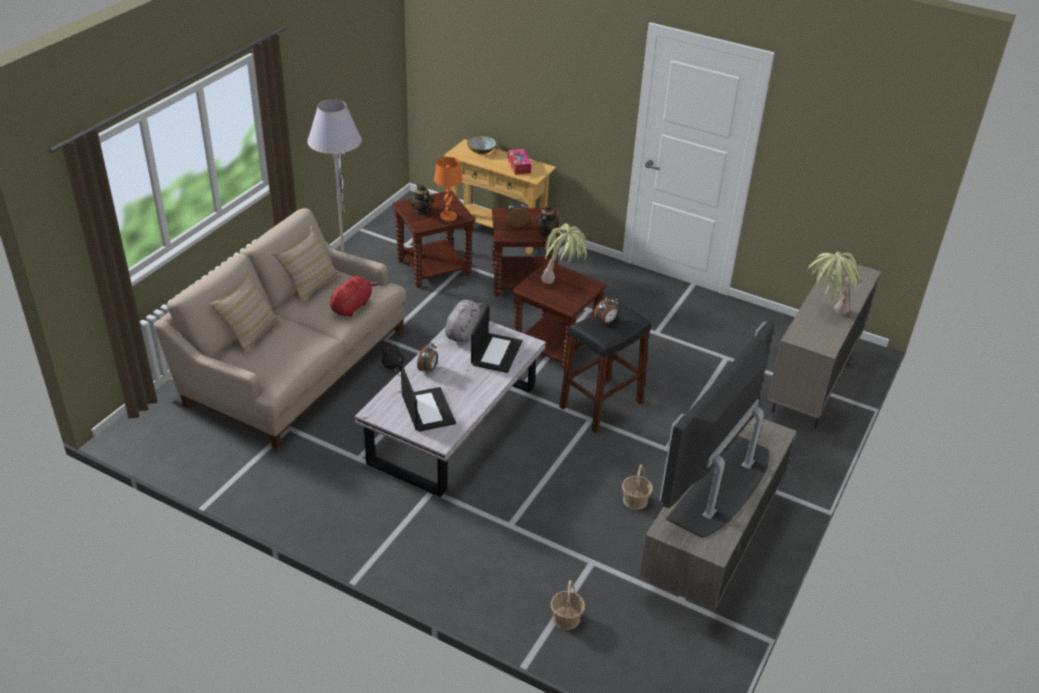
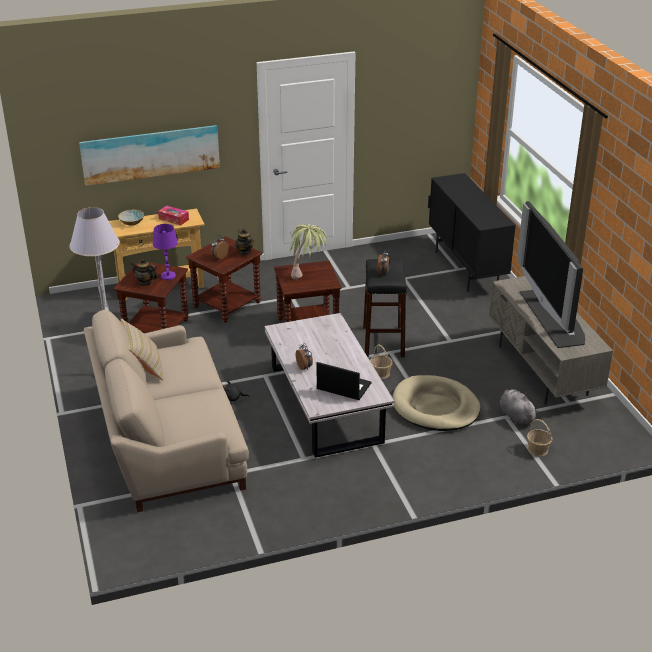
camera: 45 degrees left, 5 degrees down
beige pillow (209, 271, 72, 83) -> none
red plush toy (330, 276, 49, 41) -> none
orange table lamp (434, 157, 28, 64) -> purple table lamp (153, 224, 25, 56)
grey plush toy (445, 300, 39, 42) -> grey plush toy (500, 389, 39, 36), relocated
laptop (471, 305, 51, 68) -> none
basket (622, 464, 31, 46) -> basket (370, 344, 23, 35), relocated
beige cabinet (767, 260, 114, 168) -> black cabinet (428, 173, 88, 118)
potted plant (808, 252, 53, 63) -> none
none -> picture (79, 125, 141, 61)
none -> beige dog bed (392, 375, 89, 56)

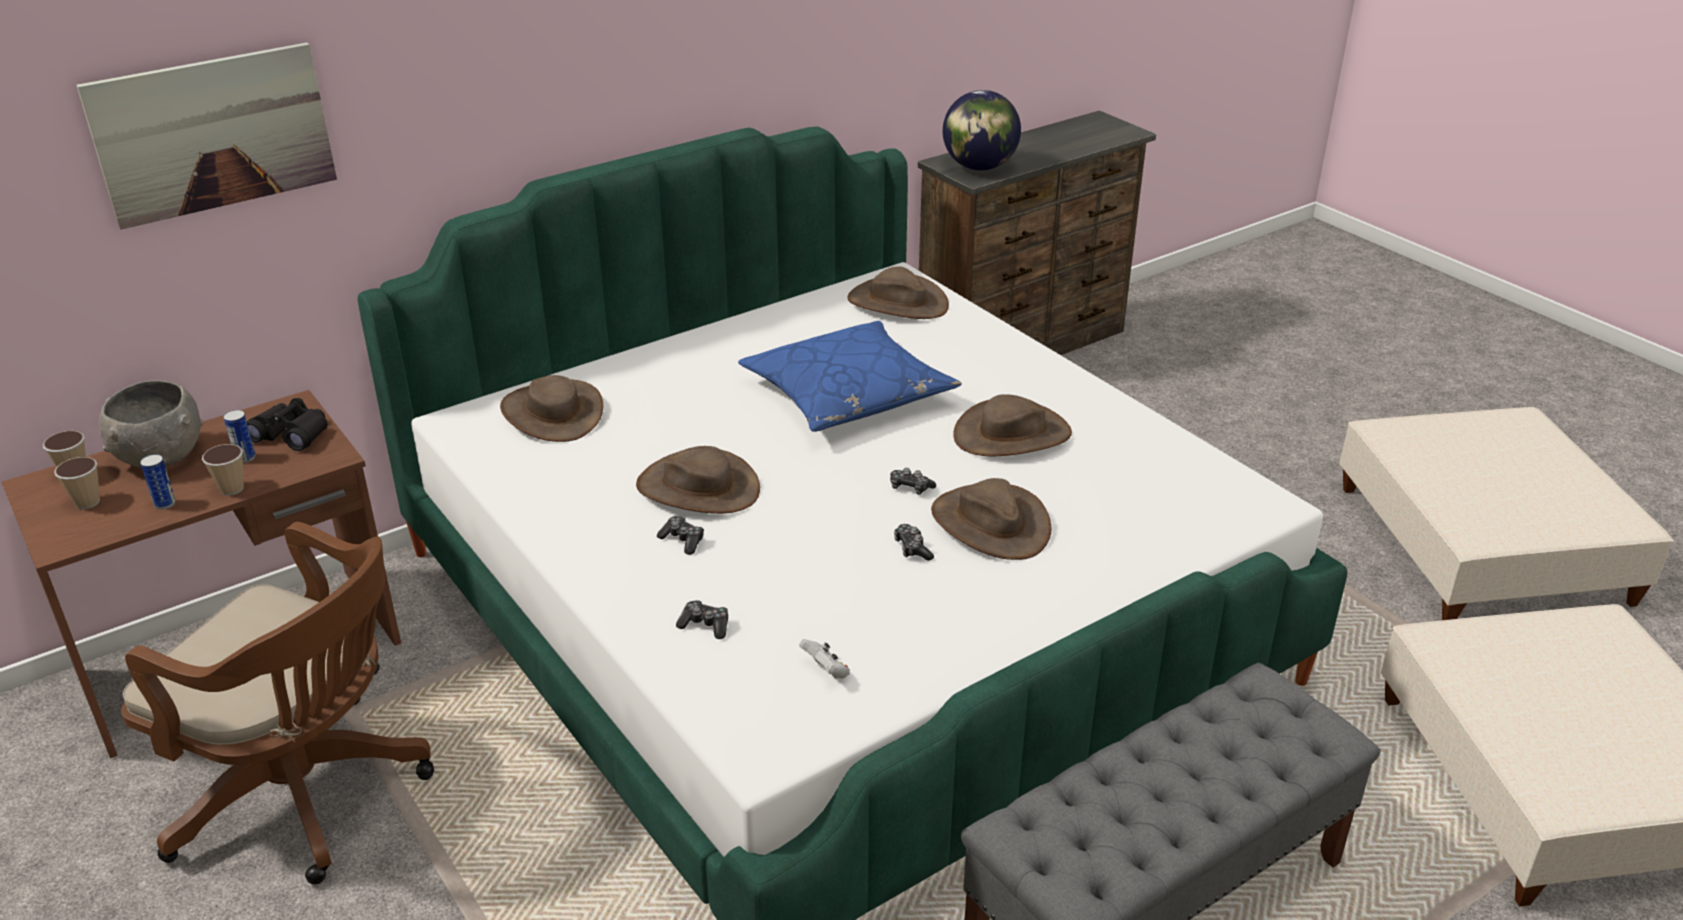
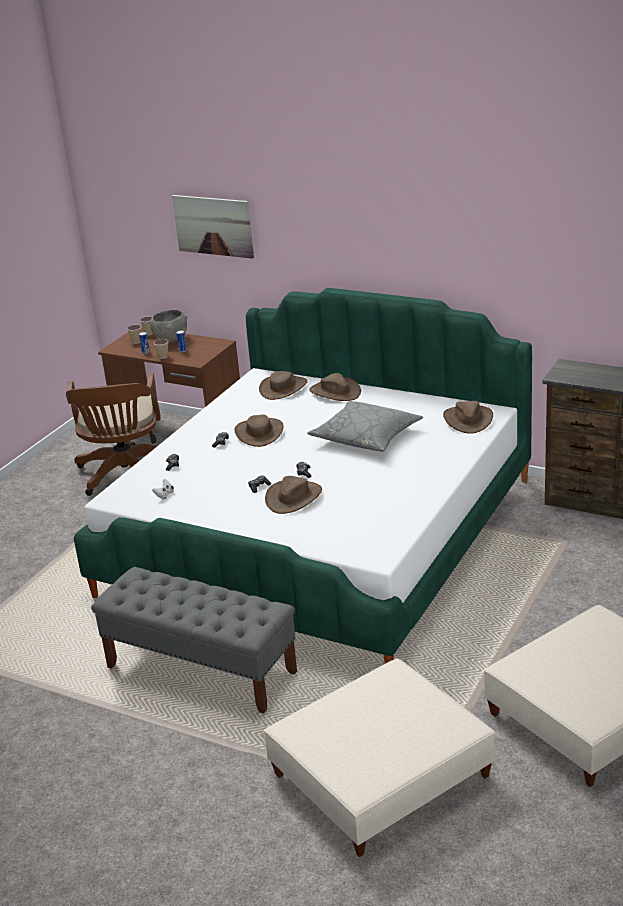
camera: 65 degrees right, 5 degrees down
black binoculars (247, 398, 80, 53) -> none
blue pillow (738, 321, 224, 111) -> grey pillow (307, 401, 116, 51)
globe (943, 90, 78, 81) -> none
brown hat (953, 394, 119, 62) -> brown hat (309, 373, 52, 28), relocated

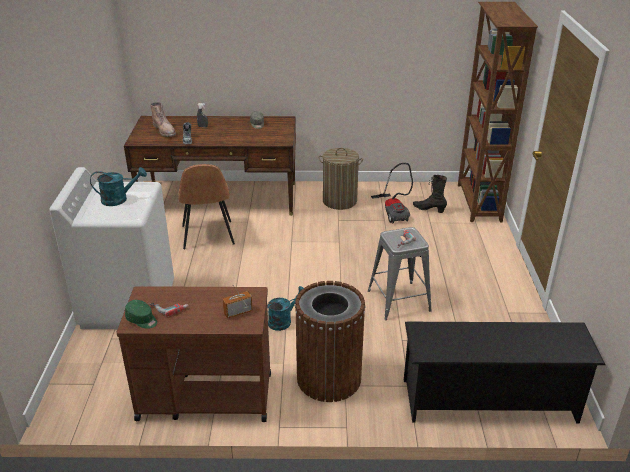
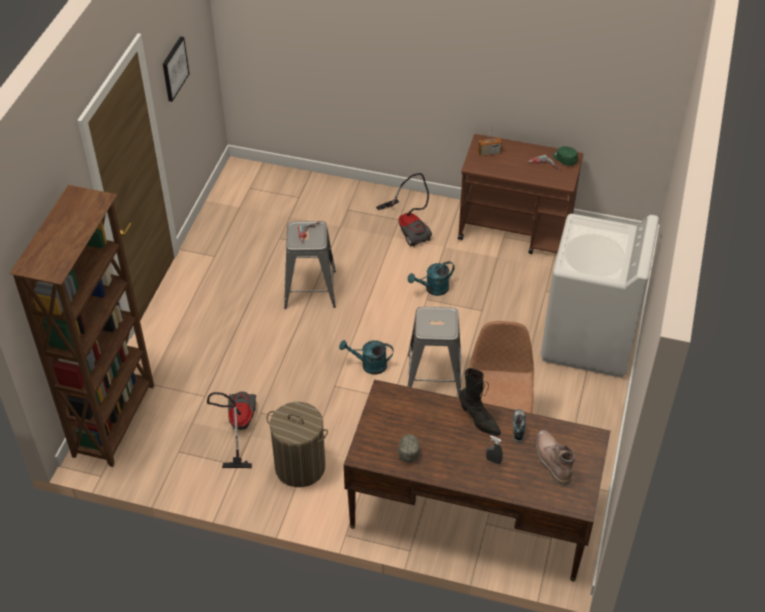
camera: 165 degrees left, 15 degrees up
turquoise watering can (90, 167, 57, 39) -> turquoise watering can (339, 340, 54, 35), relocated
brown trash can (295, 281, 70, 121) -> vacuum cleaner (376, 173, 56, 75)
black shoe rack (404, 322, 202, 102) -> none
black boot (413, 175, 34, 38) -> black boot (459, 368, 42, 68), relocated
none -> picture (163, 36, 26, 66)
none -> grey stool (408, 307, 54, 91)

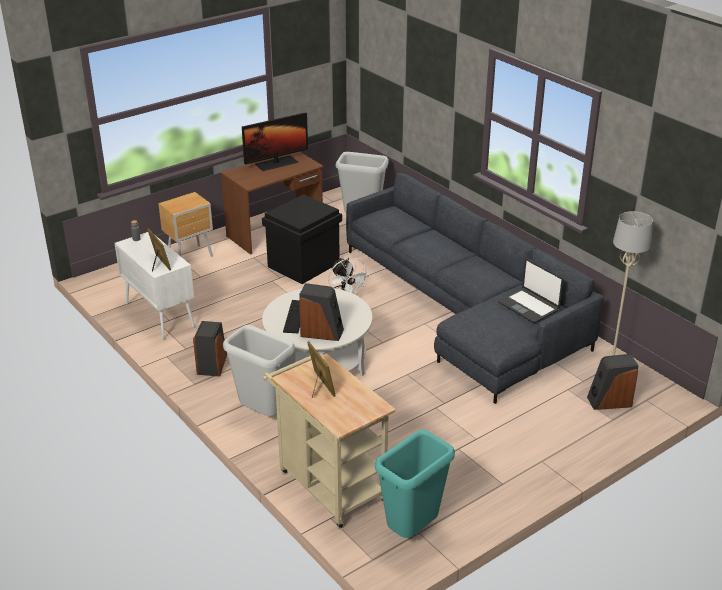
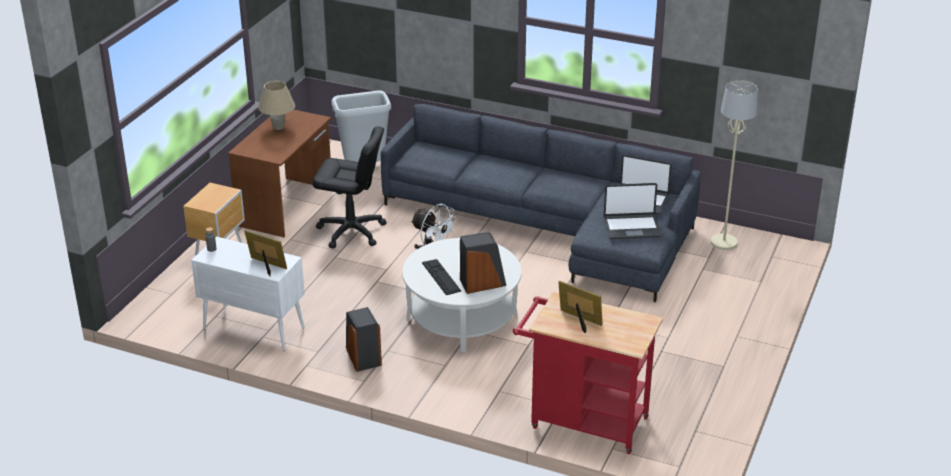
camera: 30 degrees left, 0 degrees up
grey trash can (223, 325, 72, 91) -> none
monitor (242, 112, 66, 59) -> beige table lamp (258, 81, 37, 49)
black storage box (262, 194, 80, 90) -> black office chair (312, 127, 75, 122)
beige cart (263, 353, 133, 176) -> red cart (513, 292, 150, 162)
turquoise trash can (375, 430, 80, 108) -> none
speaker (587, 354, 51, 56) -> none
none -> laptop (604, 183, 58, 56)

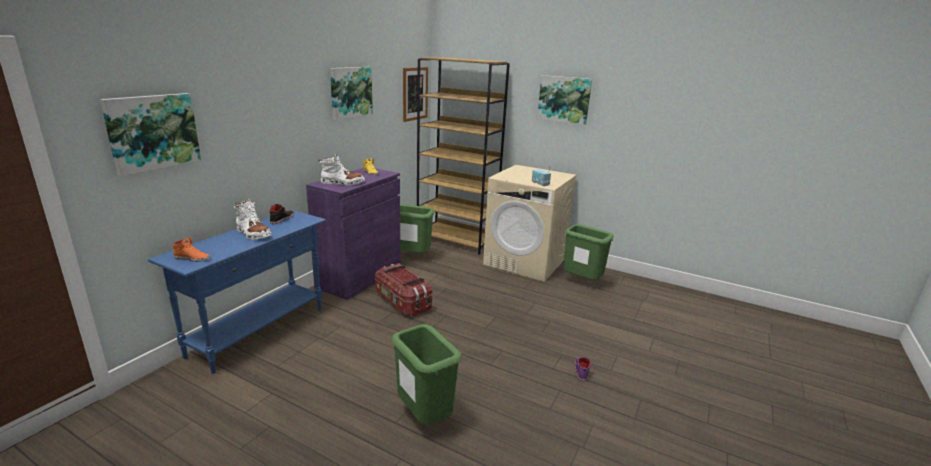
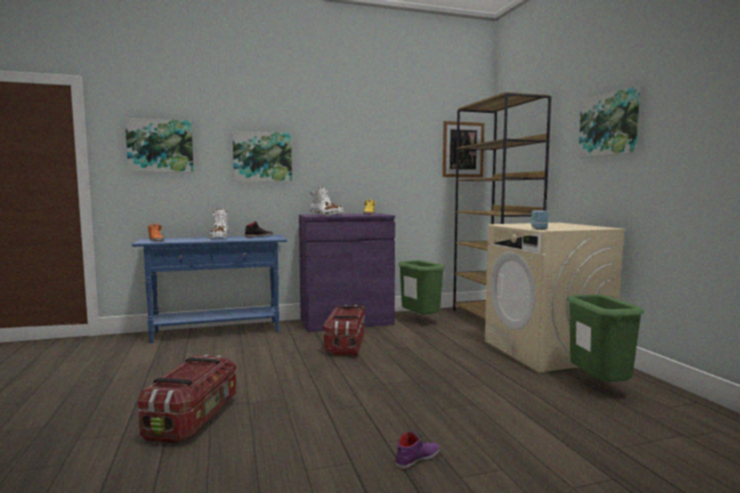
camera: 45 degrees right, 15 degrees down
picture (330, 67, 43, 53) -> picture (232, 131, 60, 51), relocated
green trash can (391, 324, 71, 101) -> storage box (138, 355, 98, 88)

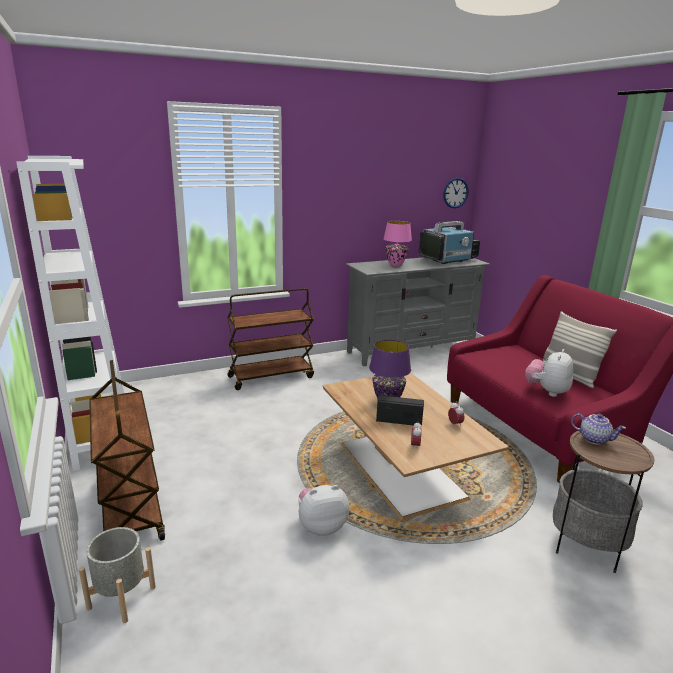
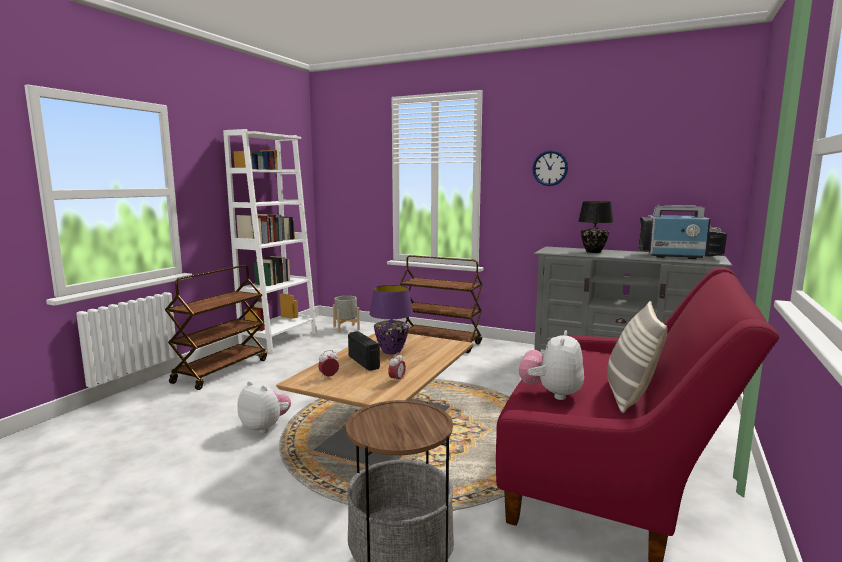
camera: 50 degrees right, 10 degrees down
grey planter (79, 527, 77, 96) -> grey planter (333, 296, 27, 37), relocated
pink table lamp (383, 221, 29, 45) -> black table lamp (578, 201, 35, 52)
wall clock (443, 178, 26, 30) -> wall clock (532, 150, 36, 36), relocated
plush toy (525, 349, 48, 48) -> plush toy (519, 331, 65, 69), 60 degrees counterclockwise
teapot (571, 413, 55, 31) -> none

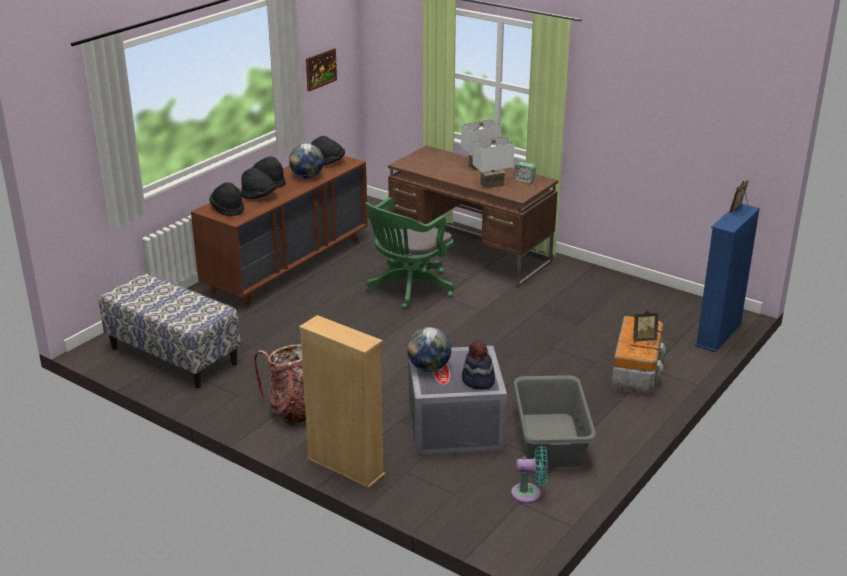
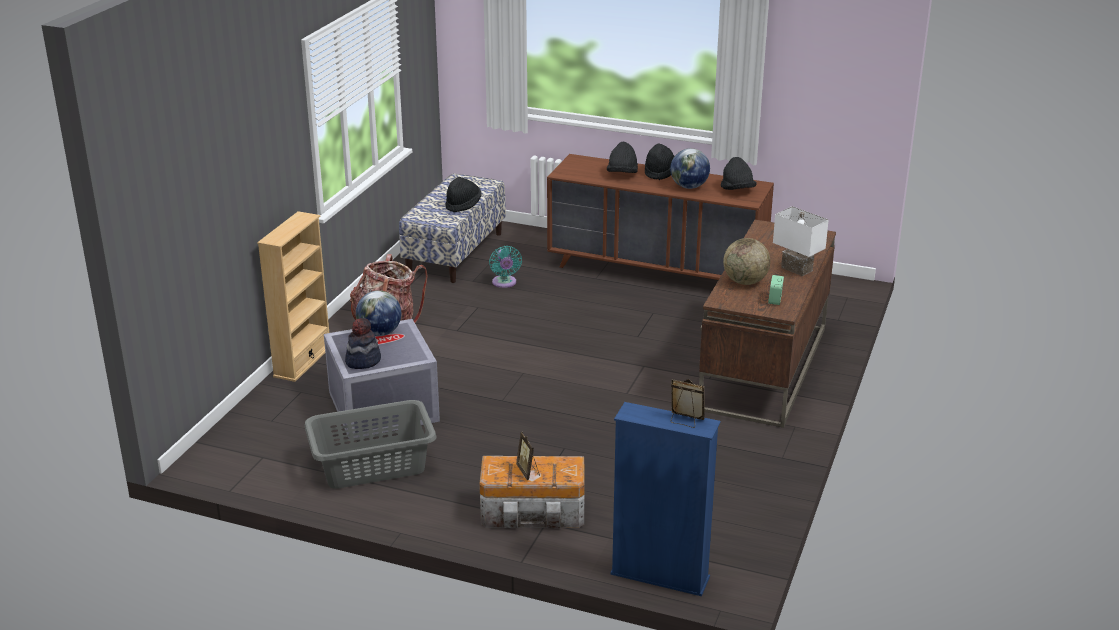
camera: 75 degrees right, 0 degrees up
black hat (209, 182, 35, 34) -> black hat (445, 177, 37, 35), relocated
picture (306, 48, 31, 43) -> none
green office chair (365, 197, 89, 112) -> none
white table lamp (473, 136, 41, 53) -> globe (723, 238, 47, 47)
turquoise fan (511, 446, 37, 57) -> turquoise fan (489, 246, 33, 42), relocated

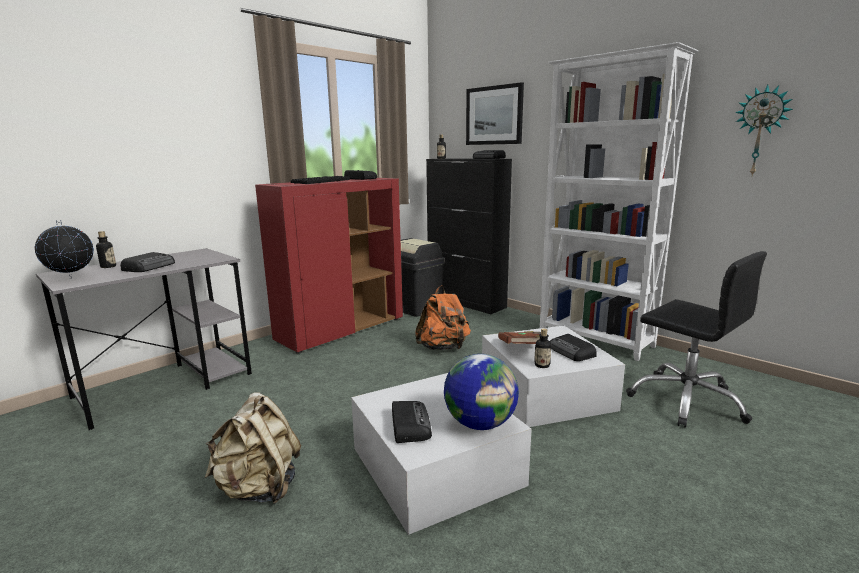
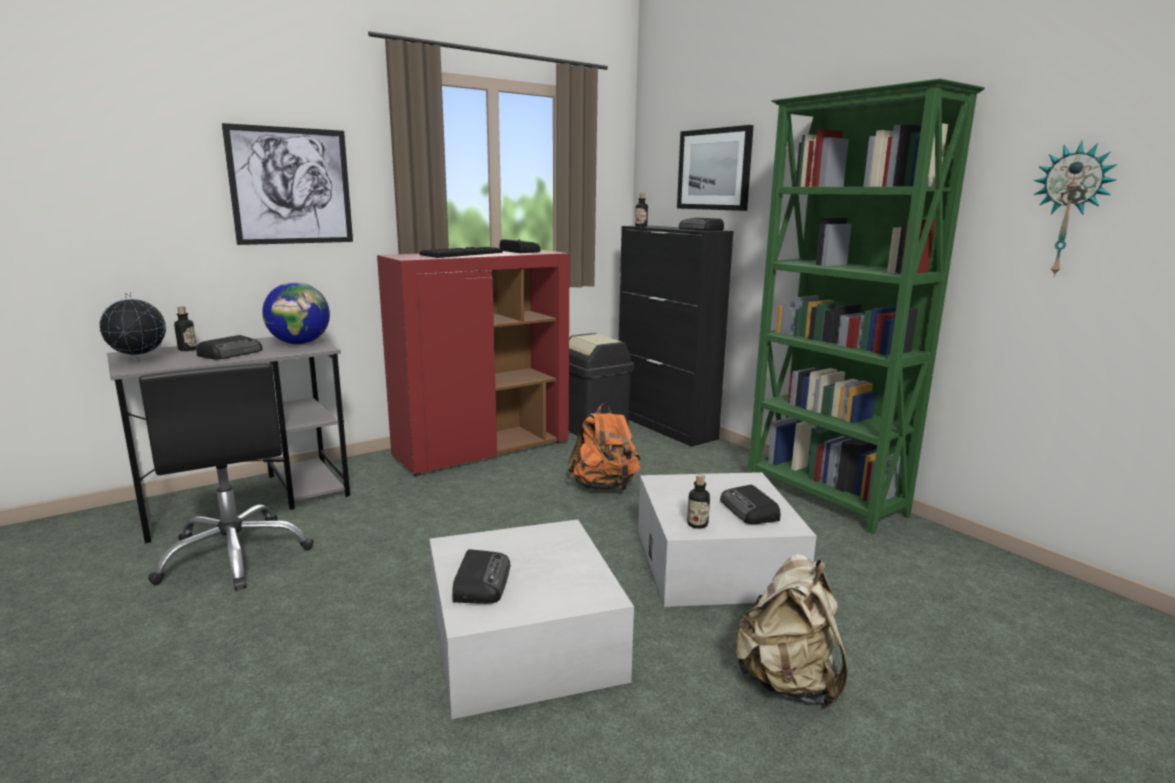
camera: 10 degrees right, 0 degrees up
beige backpack (205, 392, 96, 112) -> beige backpack (733, 554, 115, 153), relocated
globe (444, 354, 75, 76) -> globe (263, 282, 67, 62), relocated
brown book (498, 331, 43, 13) -> none
white bookcase (540, 42, 158, 319) -> green bookcase (748, 78, 237, 456)
black office chair (626, 251, 141, 177) -> black office chair (139, 363, 175, 228), relocated
none -> picture (222, 123, 131, 122)

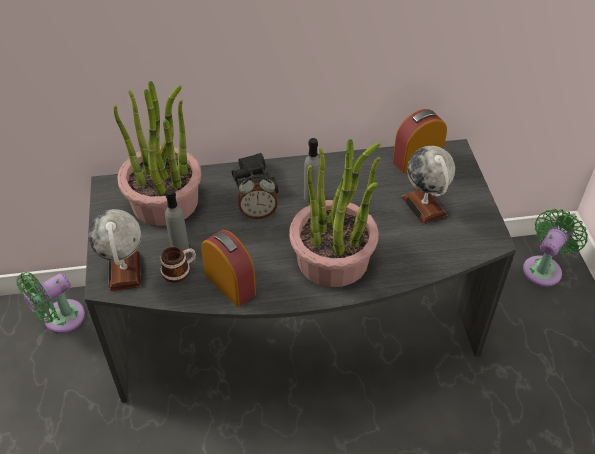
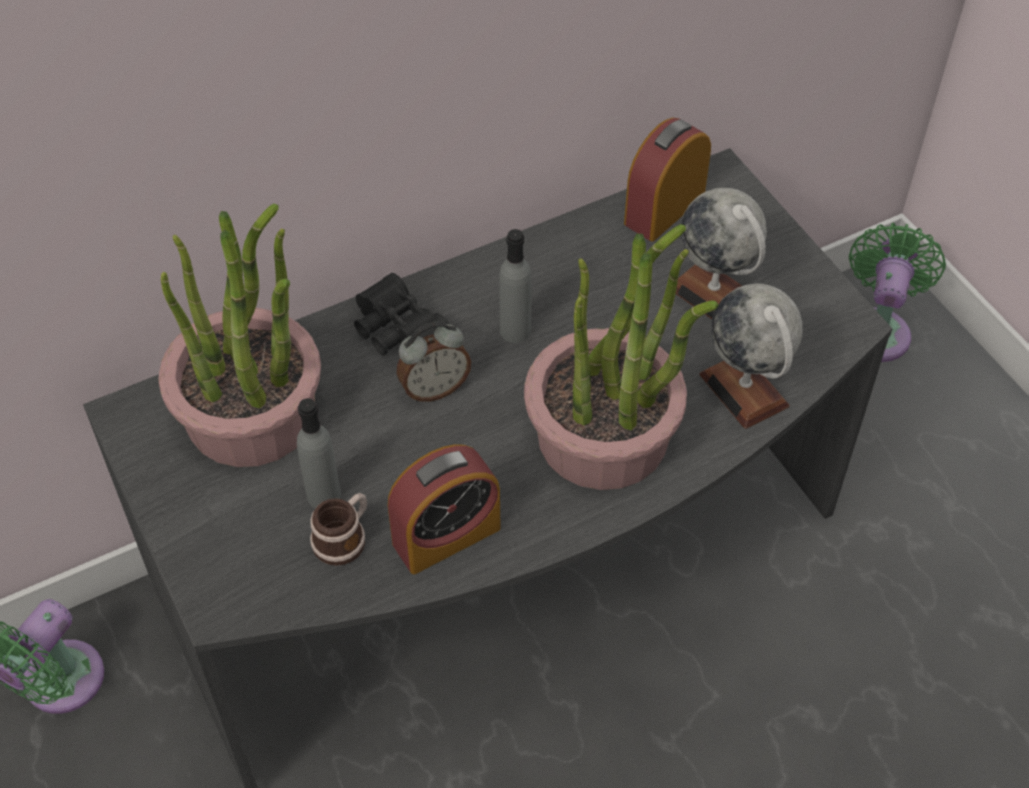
camera: 20 degrees left, 5 degrees up
globe (88, 209, 53, 82) -> globe (699, 283, 104, 146), relocated
alarm clock (201, 230, 55, 77) -> alarm clock (388, 444, 112, 130), 120 degrees clockwise

